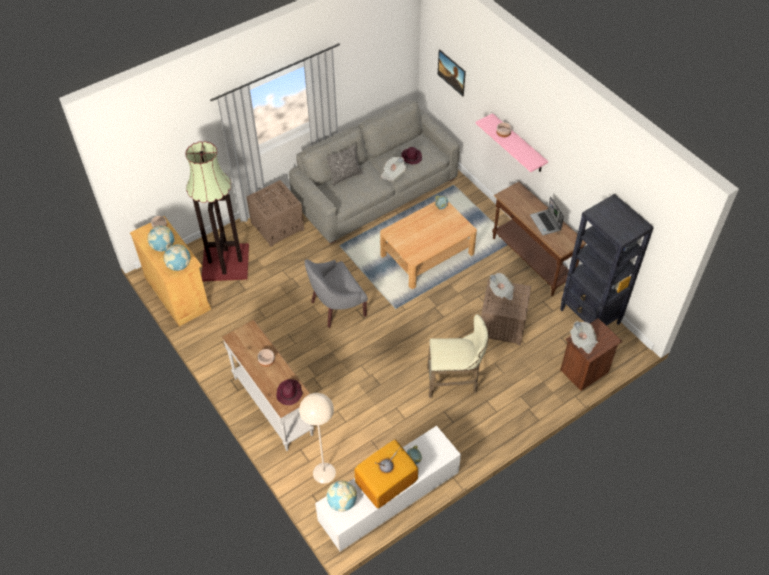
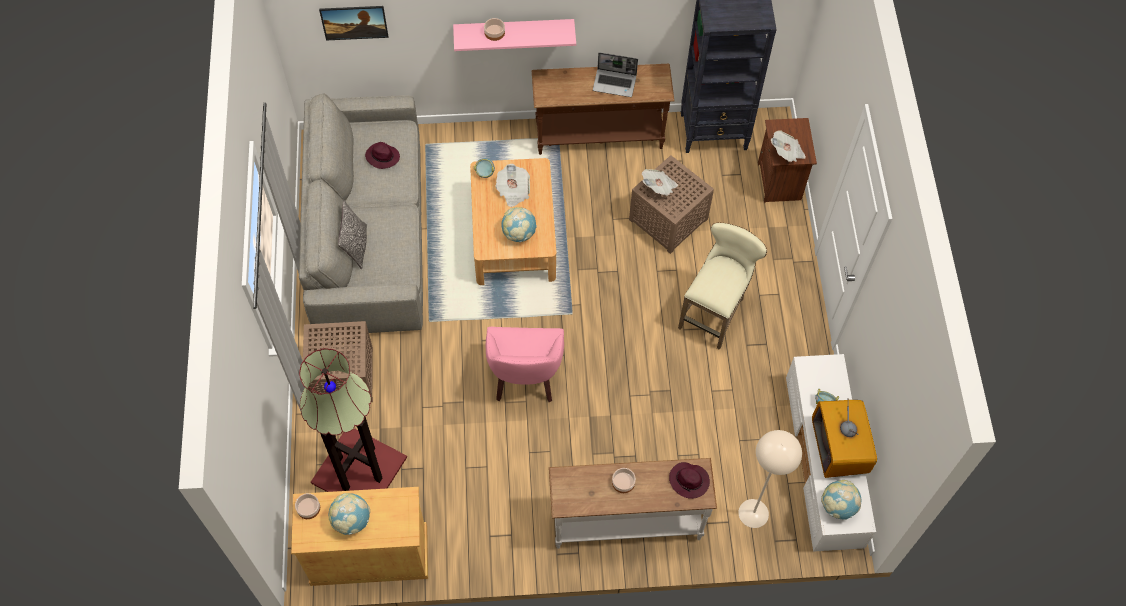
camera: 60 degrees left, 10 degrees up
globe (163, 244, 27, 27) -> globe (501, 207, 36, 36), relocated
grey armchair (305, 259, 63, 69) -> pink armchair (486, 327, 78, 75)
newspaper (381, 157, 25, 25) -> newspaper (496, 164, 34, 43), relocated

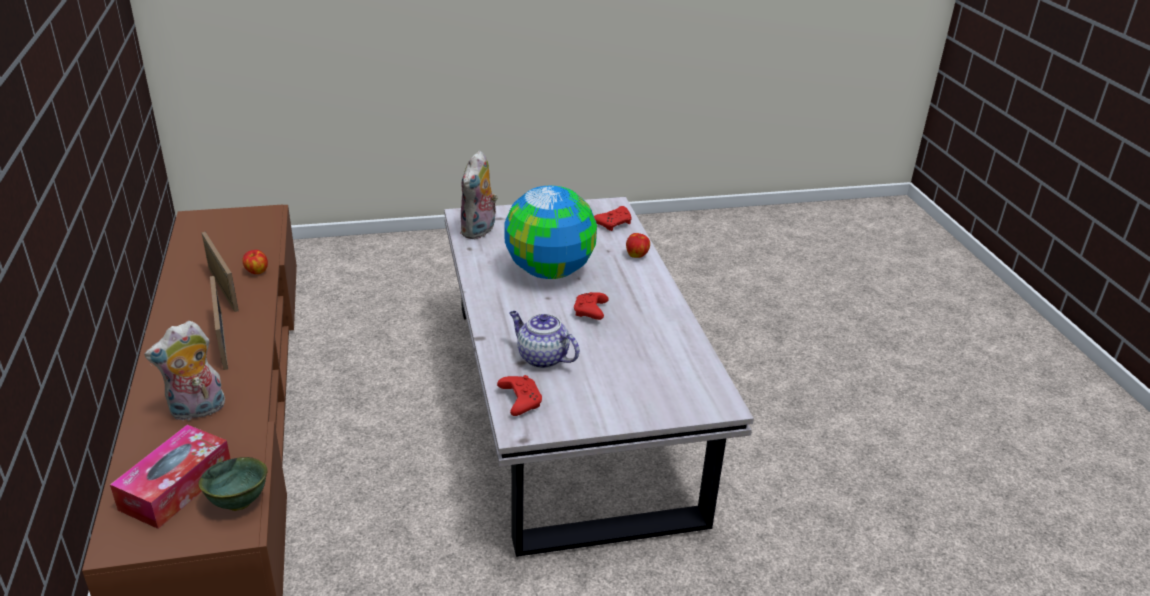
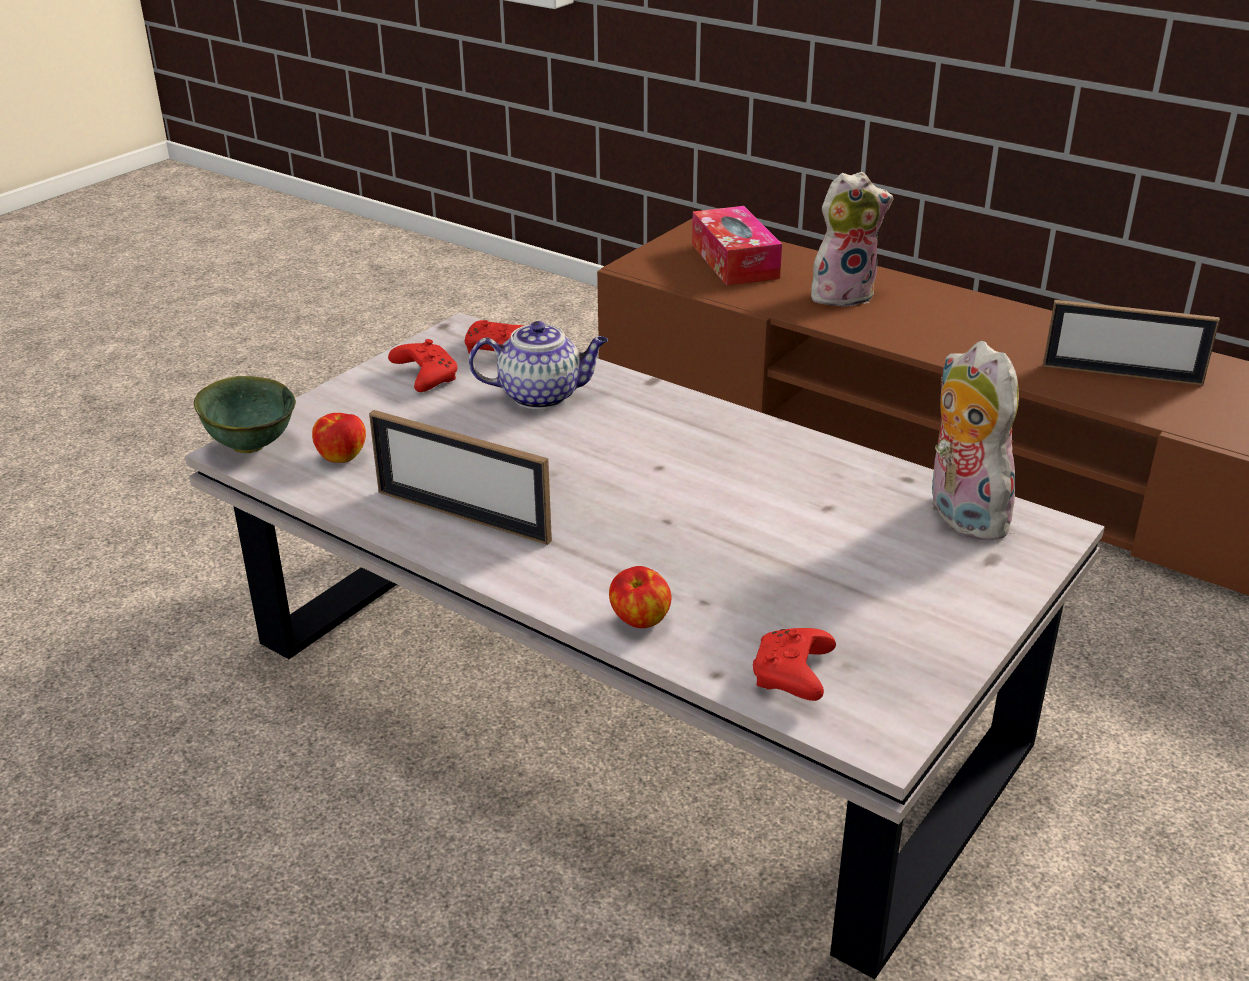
camera: 140 degrees right, 0 degrees up
plush toy (144, 321, 81, 101) -> plush toy (811, 172, 82, 135), 60 degrees clockwise
green bowl (198, 457, 70, 54) -> green bowl (194, 376, 102, 77), relocated
picture frame (210, 276, 18, 94) -> picture frame (369, 410, 183, 135), relocated
apple (242, 250, 26, 24) -> apple (312, 413, 54, 50), relocated
globe (505, 185, 92, 94) -> none
red game controller (574, 292, 35, 28) -> red game controller (388, 339, 69, 53), relocated

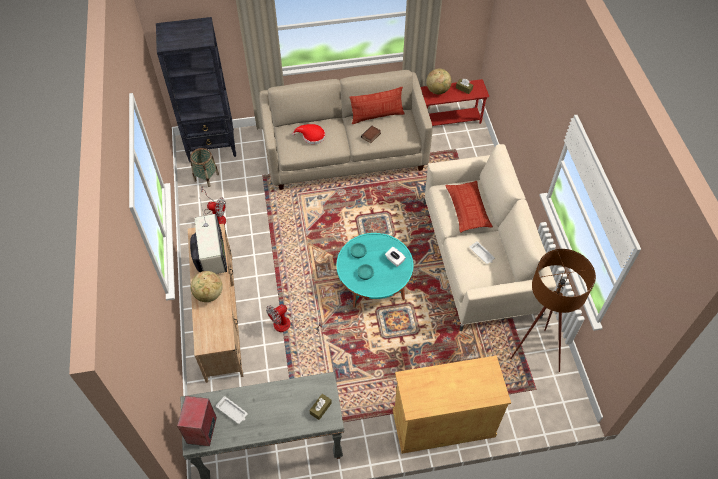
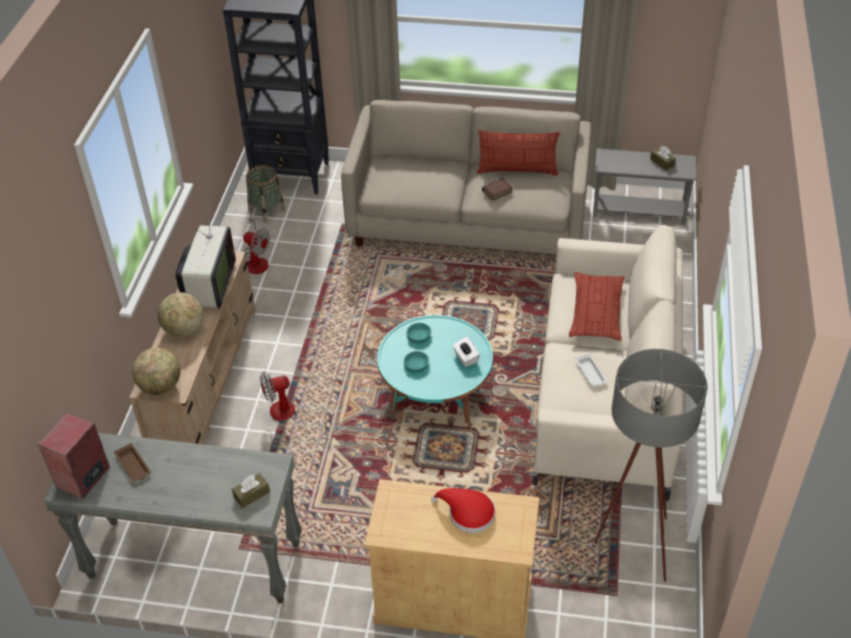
camera: 20 degrees right, 10 degrees down
white tray (216, 396, 32, 28) -> brown tray (114, 443, 37, 39)
red hat (292, 124, 33, 20) -> red hat (431, 488, 65, 45), relocated
red side table (421, 79, 68, 47) -> grey side table (593, 148, 104, 76)
globe (426, 69, 26, 25) -> globe (132, 348, 49, 47), relocated
brown floor lamp (510, 249, 86, 123) -> grey floor lamp (594, 349, 114, 233)

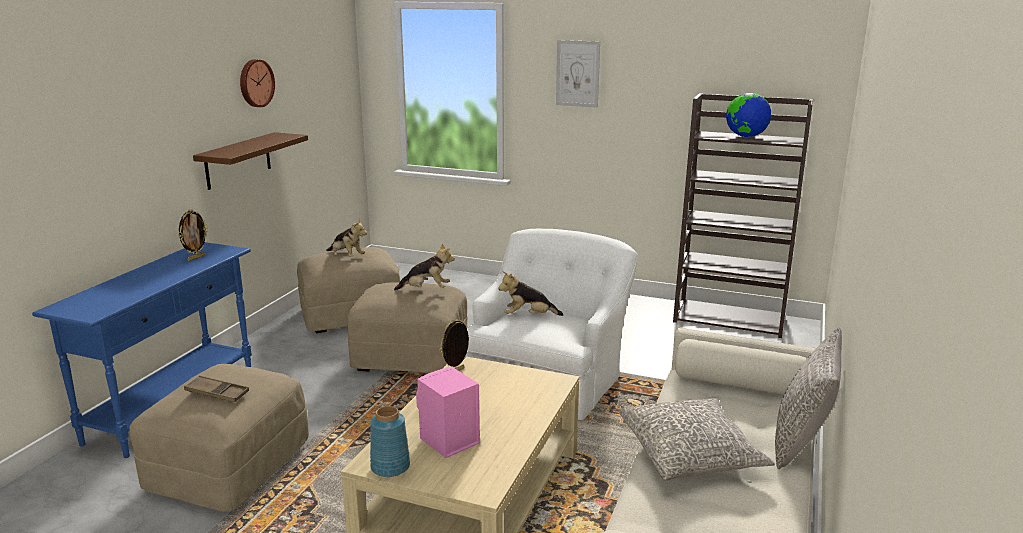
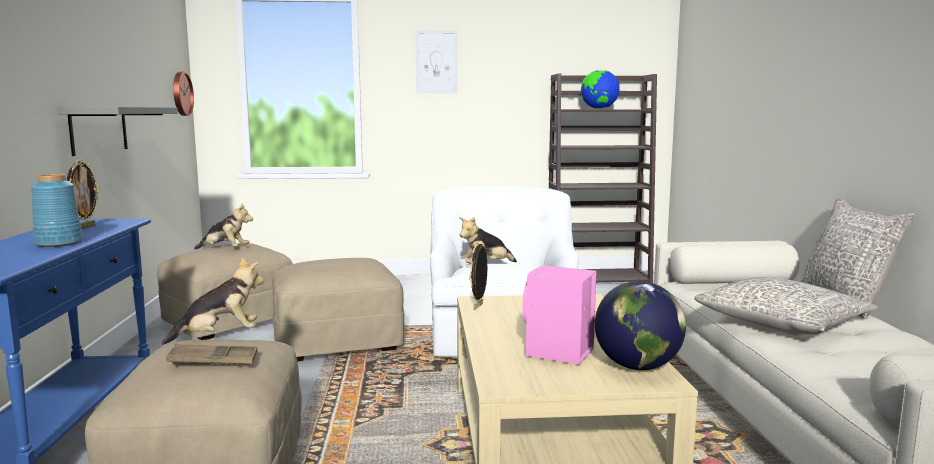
camera: 25 degrees left, 10 degrees down
brown shelf (193, 132, 115, 58) -> grey shelf (57, 107, 121, 49)
wall clock (240, 59, 35, 48) -> wall clock (173, 72, 21, 44), relocated
blue vase (370, 406, 40, 71) -> blue vase (31, 174, 52, 73), relocated
plush toy (394, 243, 61, 48) -> plush toy (162, 257, 102, 88), relocated
none -> globe (595, 281, 91, 89)

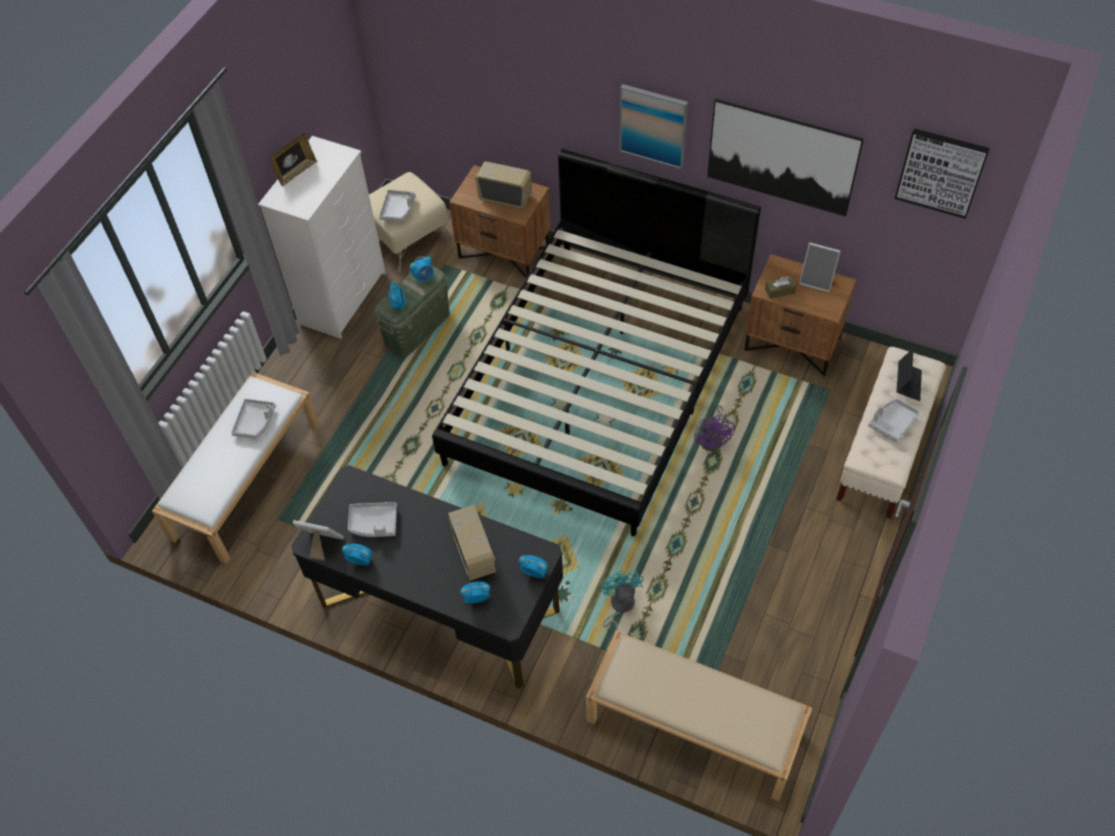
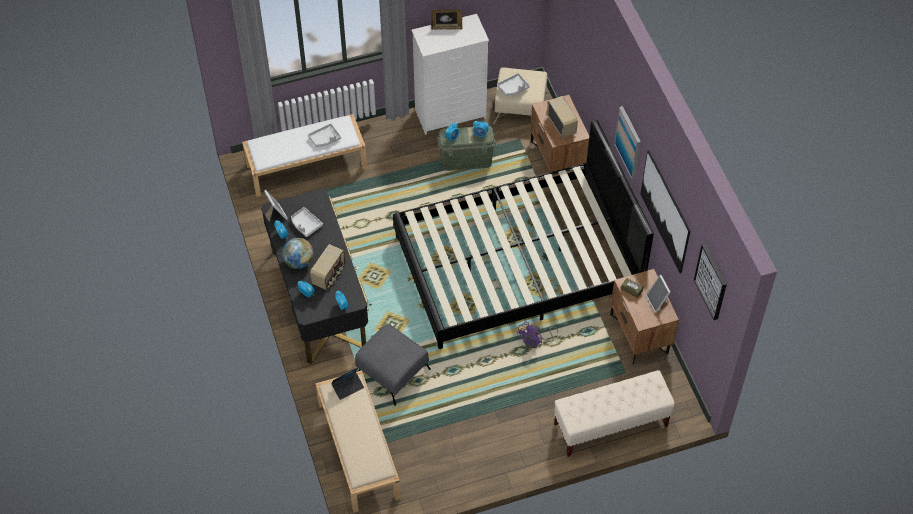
camera: 45 degrees right, 0 degrees up
turquoise fan (600, 570, 43, 71) -> grey ottoman (355, 324, 76, 82)
grey tray (868, 399, 52, 44) -> none
laptop (897, 348, 25, 53) -> laptop (331, 368, 33, 32), relocated
none -> globe (282, 237, 32, 32)

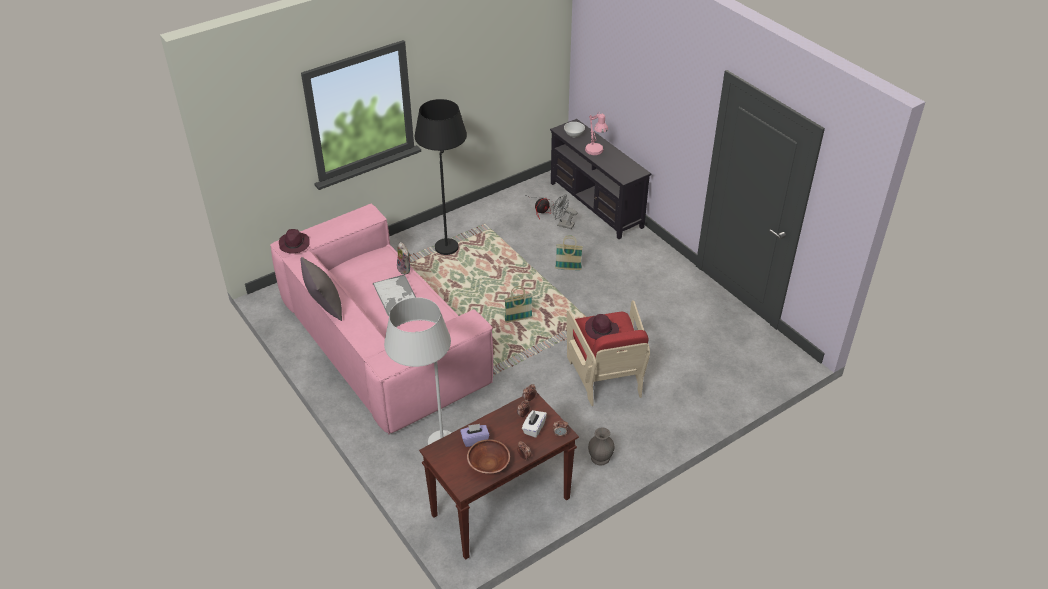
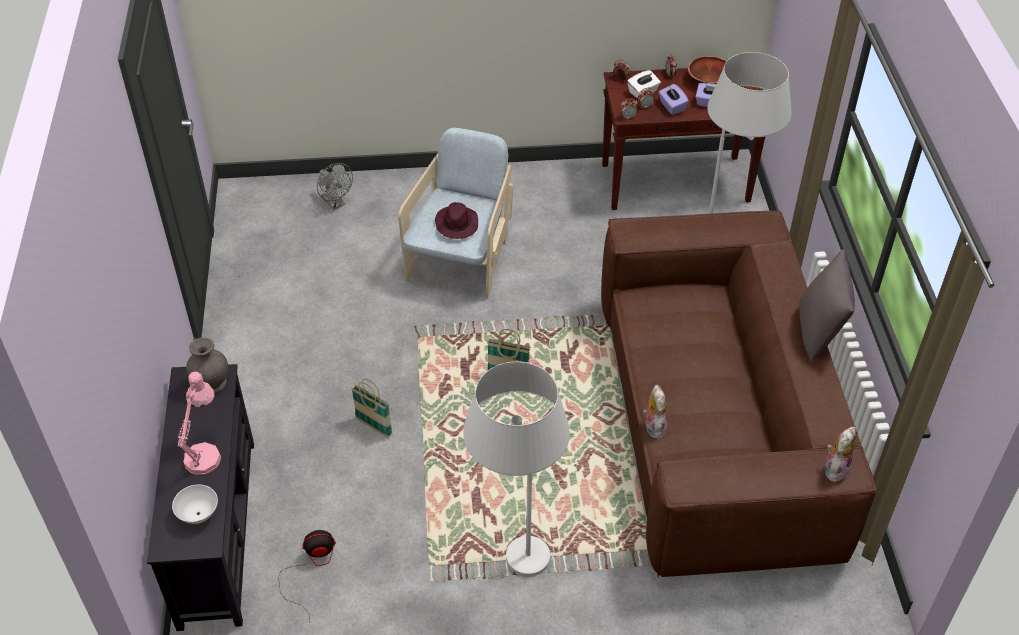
camera: 150 degrees left, 5 degrees up
pink sofa (270, 203, 223, 232) -> brown sofa (601, 211, 276, 366)
purple hat (279, 229, 31, 24) -> plush toy (825, 427, 31, 57)
tray (373, 274, 43, 42) -> none
black floor lamp (415, 99, 52, 156) -> white floor lamp (463, 362, 107, 215)
grey fan (553, 194, 25, 35) -> grey fan (317, 163, 36, 47), relocated
red armchair (567, 300, 83, 106) -> beige armchair (398, 128, 116, 171)
grey vase (588, 427, 26, 38) -> grey vase (186, 337, 42, 57), relocated
none -> purple tissue box (659, 84, 30, 31)

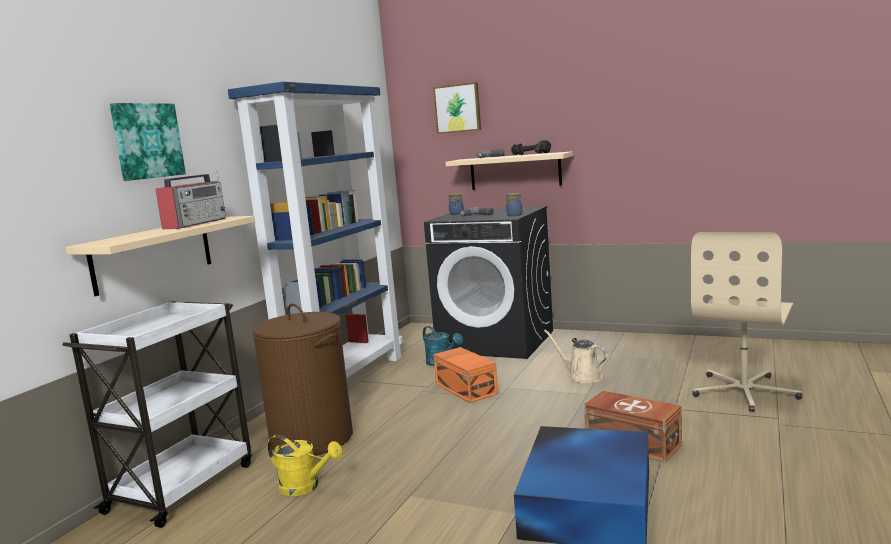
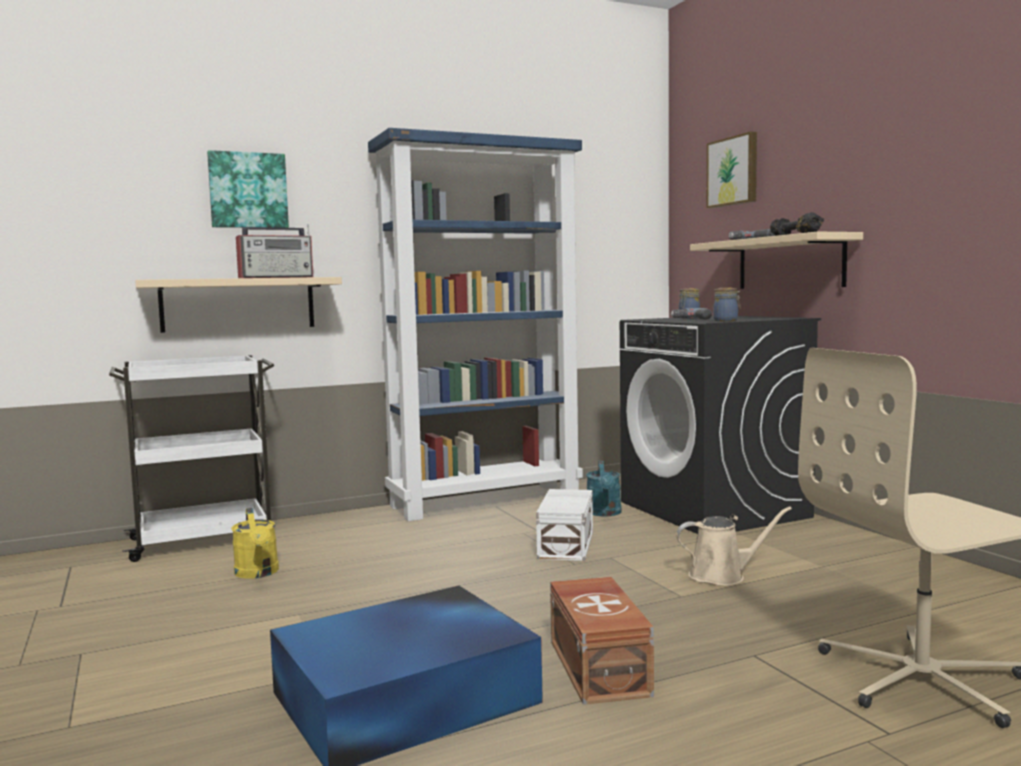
camera: 40 degrees right, 5 degrees down
brown laundry basket (253, 304, 100, 152) -> none
orange storage box (433, 347, 65, 56) -> white storage box (536, 489, 57, 72)
beige watering can (544, 330, 64, 53) -> beige watering can (676, 507, 116, 79), 90 degrees clockwise

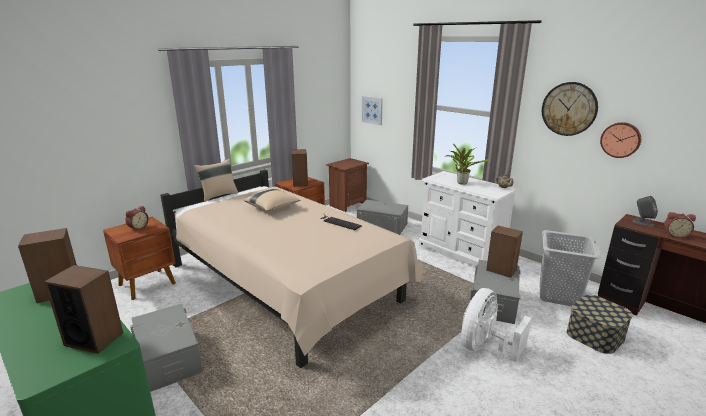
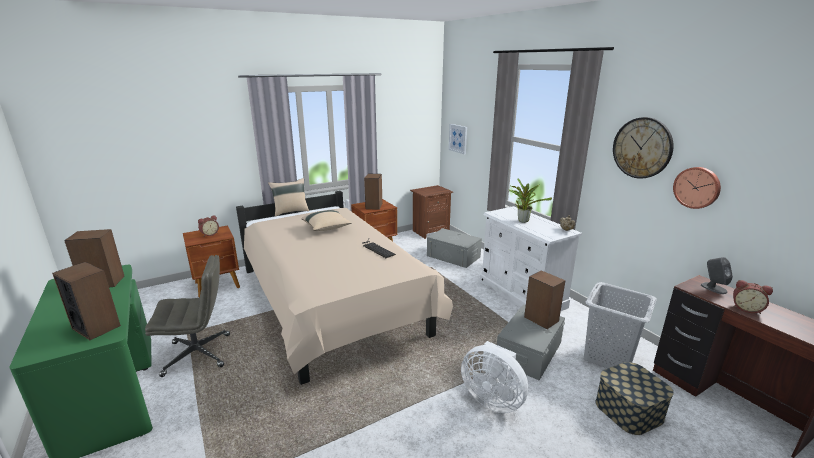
camera: 15 degrees right, 0 degrees up
grey storage box (130, 304, 73, 88) -> grey office chair (145, 255, 85, 122)
white fan (461, 288, 70, 74) -> white fan (461, 341, 67, 72), 105 degrees counterclockwise

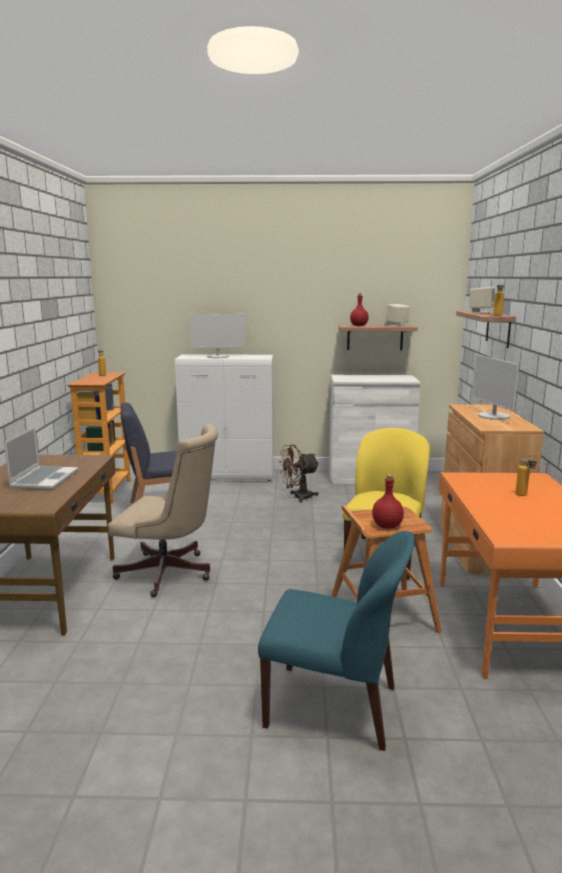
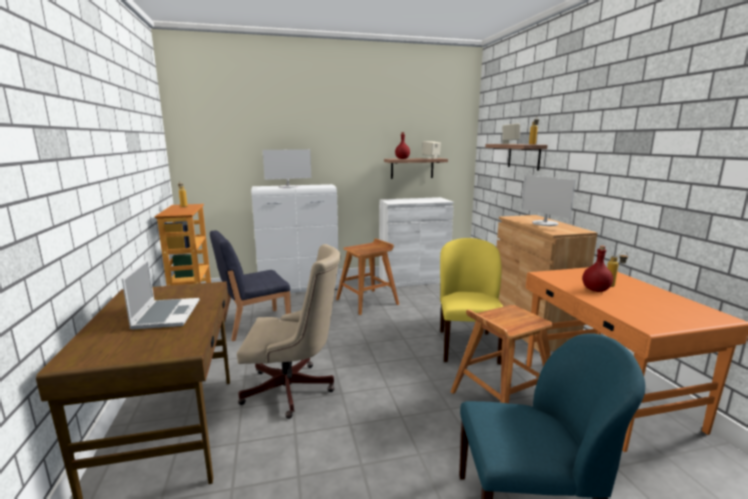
camera: 15 degrees left, 0 degrees up
brown fan (279, 445, 40, 58) -> brown stool (336, 239, 63, 76)
red bottle (372, 474, 32, 55) -> red bottle (582, 245, 31, 47), relocated

